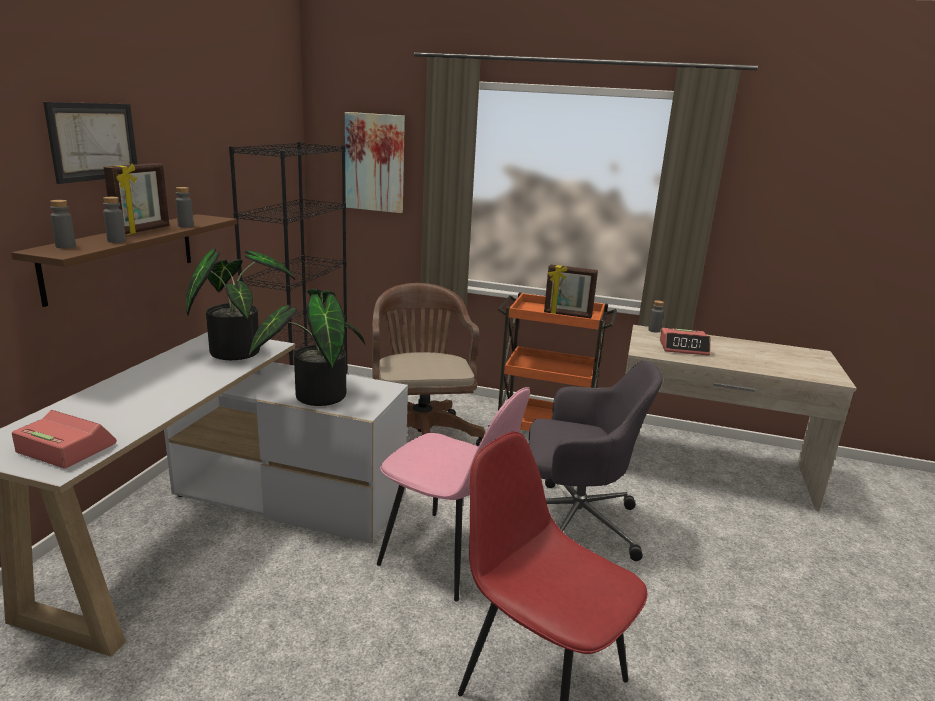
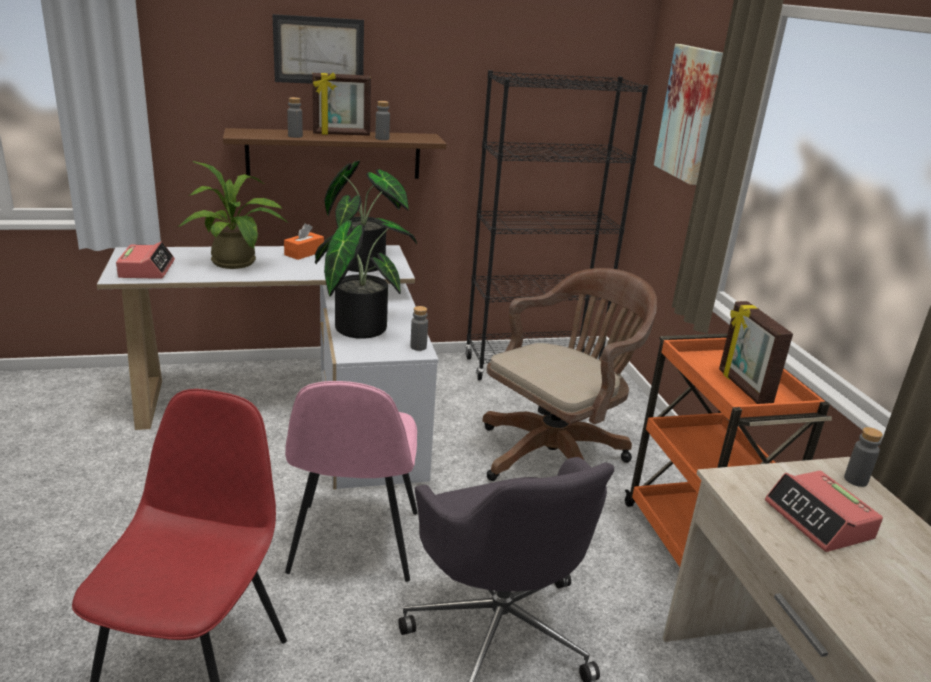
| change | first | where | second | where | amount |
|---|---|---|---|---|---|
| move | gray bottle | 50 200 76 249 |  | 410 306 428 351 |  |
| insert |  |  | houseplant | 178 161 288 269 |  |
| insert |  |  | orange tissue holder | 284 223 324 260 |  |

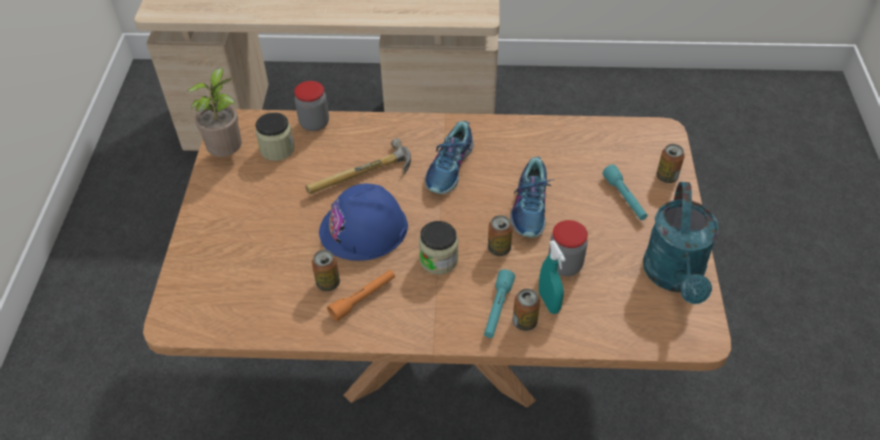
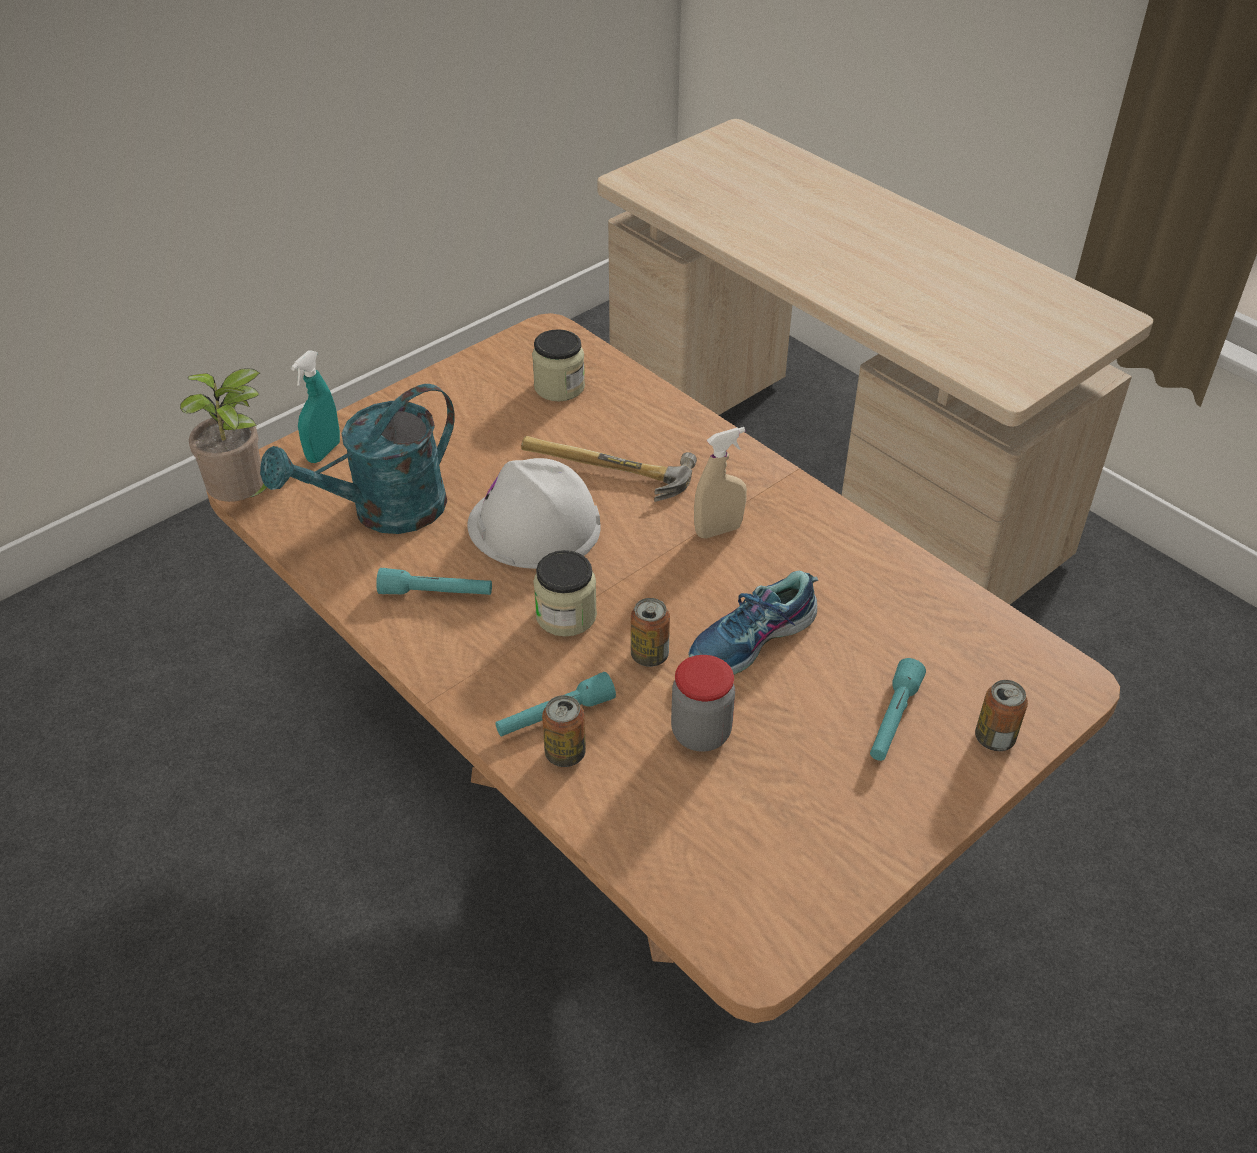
| change | first | where | second | where | amount |
|---|---|---|---|---|---|
| move | houseplant | 187 68 242 157 |  | 180 368 267 502 |  |
| delete | storage jar | 294 81 329 131 |  |  |  |
| replace | item of footwear | 425 121 474 194 | beige spray bottle | 694 427 747 538 |  |
| move | turquoise watering can | 643 182 719 304 |  | 260 384 455 534 |  |
| recolor | blue work helmet | 319 184 408 261 | white work helmet | 467 458 601 569 |  |
| move | turquoise spray bottle | 539 240 565 314 |  | 290 350 340 463 |  |
| delete | metal can | 312 250 340 291 |  |  |  |
| recolor | orange torch | 327 270 395 322 | turquoise torch | 376 568 492 595 |  |

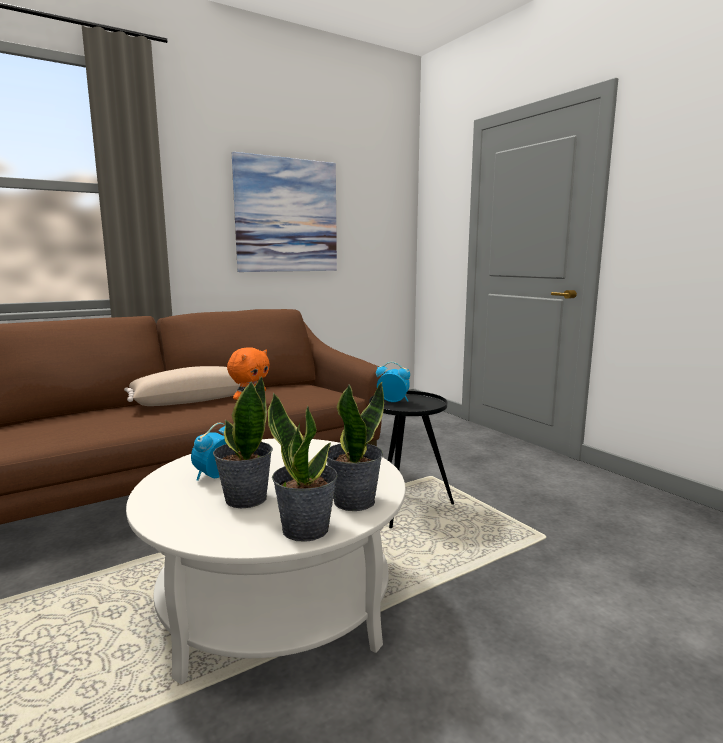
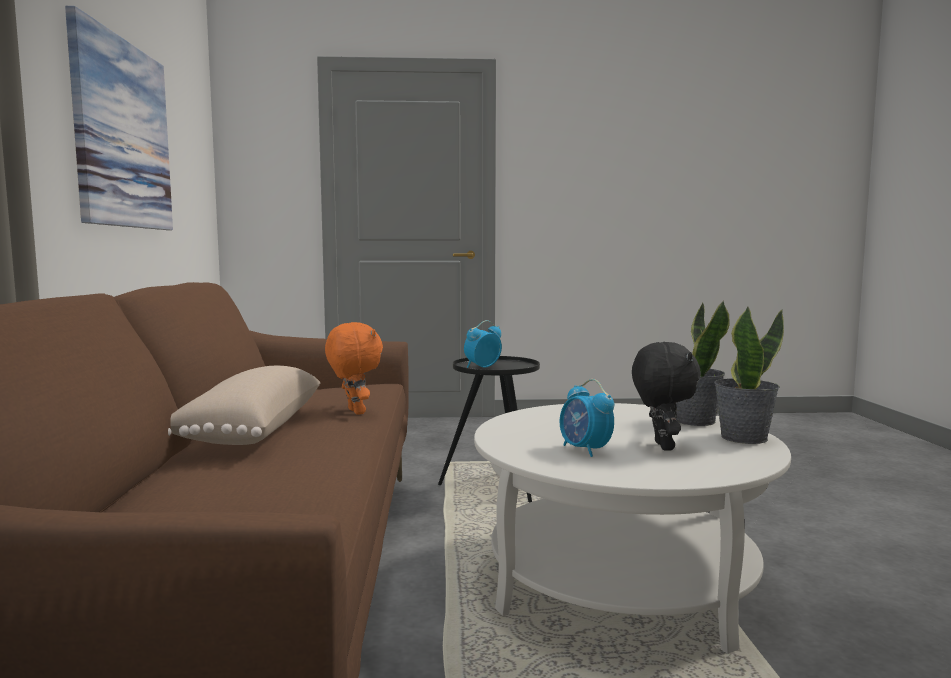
| change | first | where | second | where | amount |
|---|---|---|---|---|---|
| replace | houseplant | 213 376 273 508 | black plush toy | 632 342 701 451 |  |

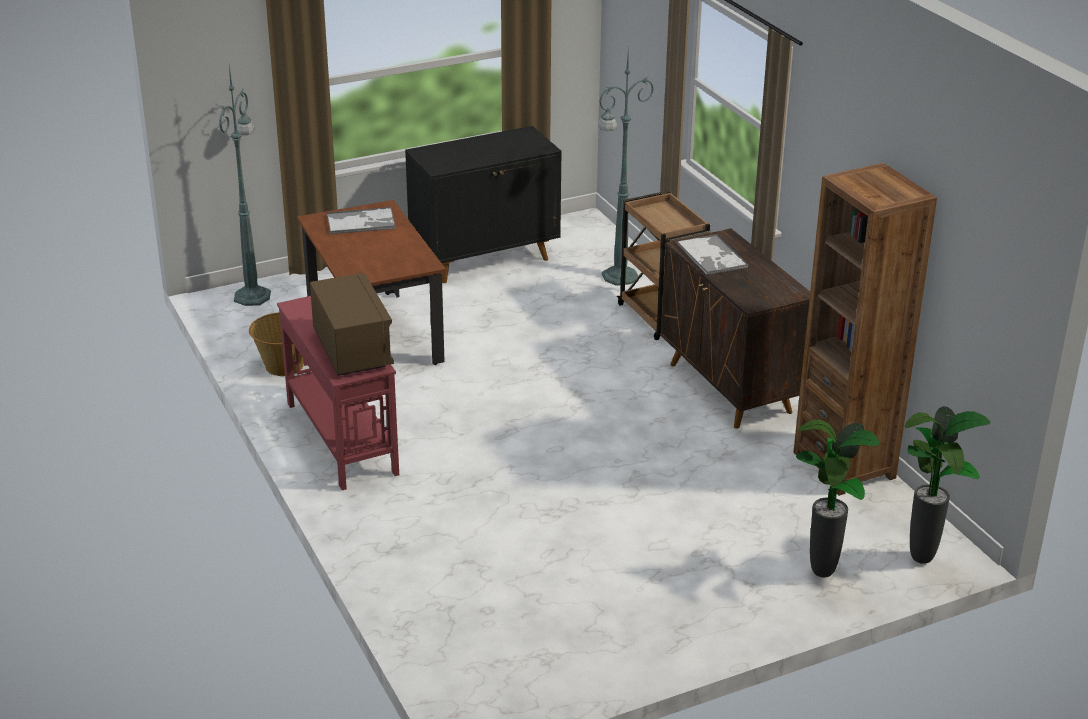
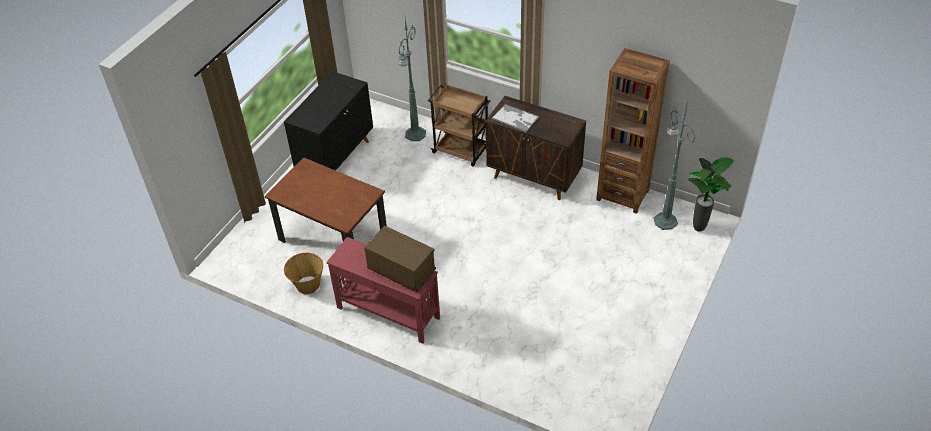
| change | first | where | second | where | amount |
|---|---|---|---|---|---|
| move | green-coloured standard lamp | 219 66 271 306 |  | 653 101 695 230 |  |
| delete | serving tray | 327 207 396 234 |  |  |  |
| delete | houseplant | 796 420 879 577 |  |  |  |

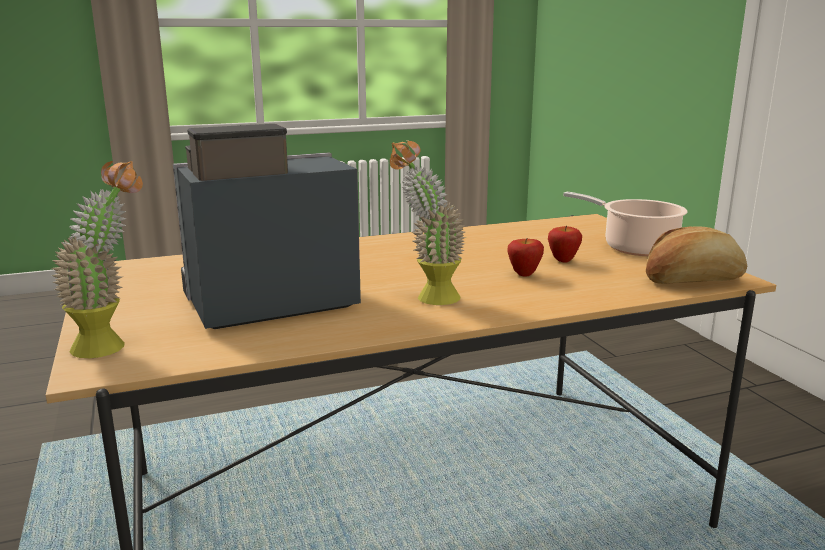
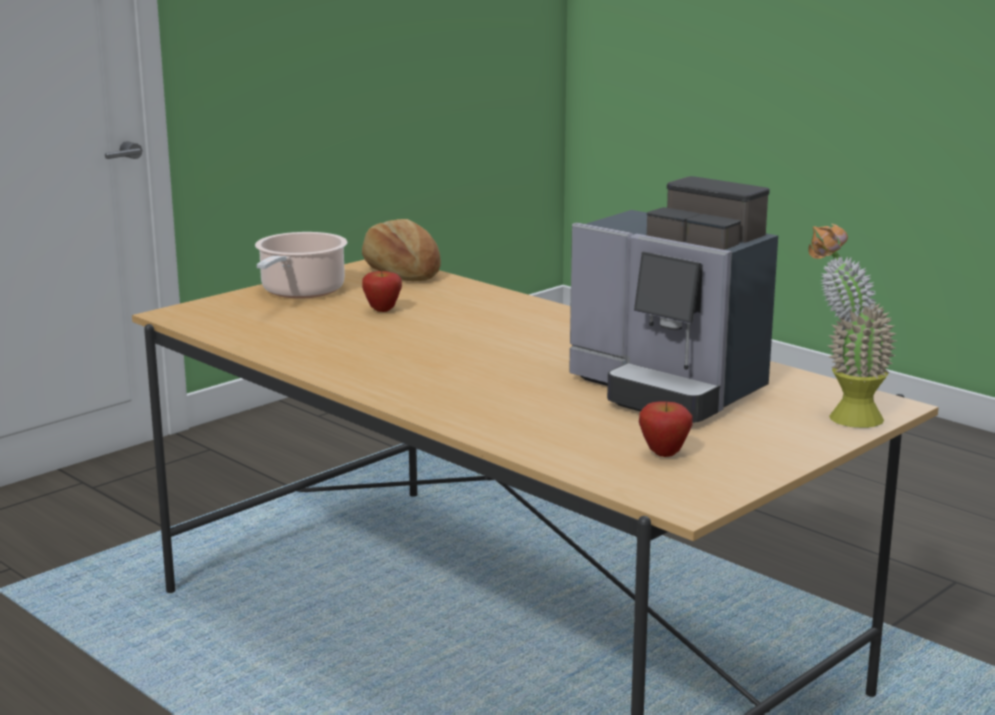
| change | first | where | second | where | amount |
|---|---|---|---|---|---|
| delete | houseplant | 390 140 466 305 |  |  |  |
| move | apple | 507 238 544 277 |  | 639 401 693 457 |  |

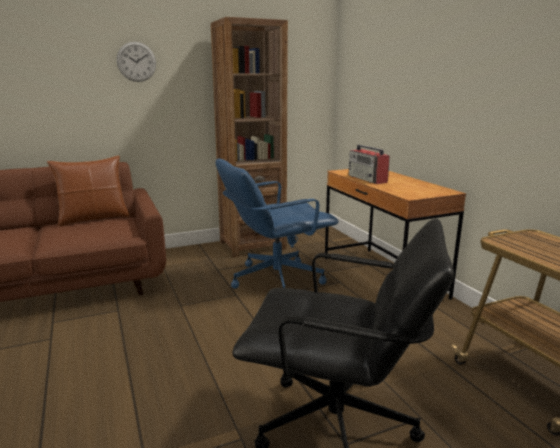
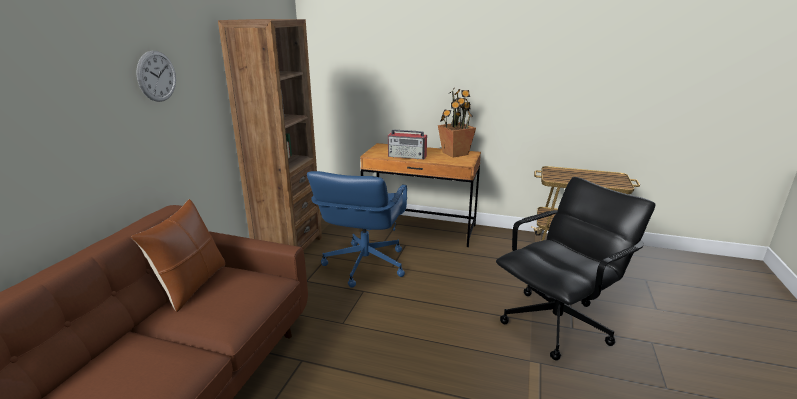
| change | first | where | second | where | amount |
|---|---|---|---|---|---|
| insert |  |  | houseplant | 438 89 476 158 |  |

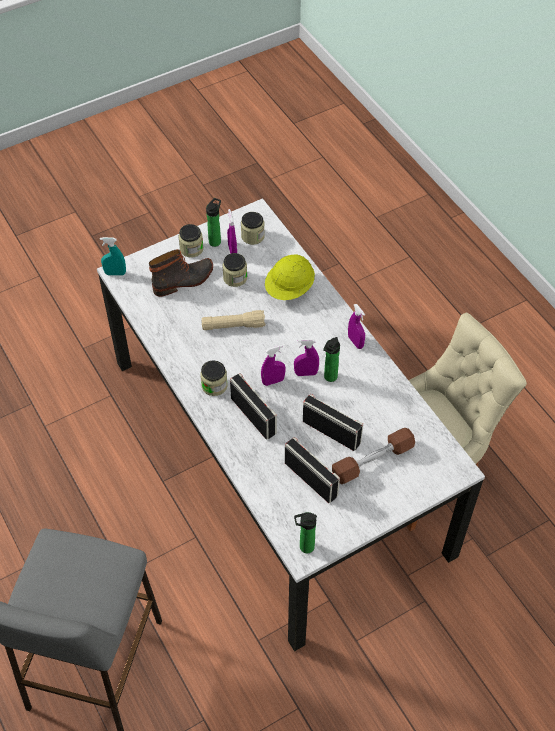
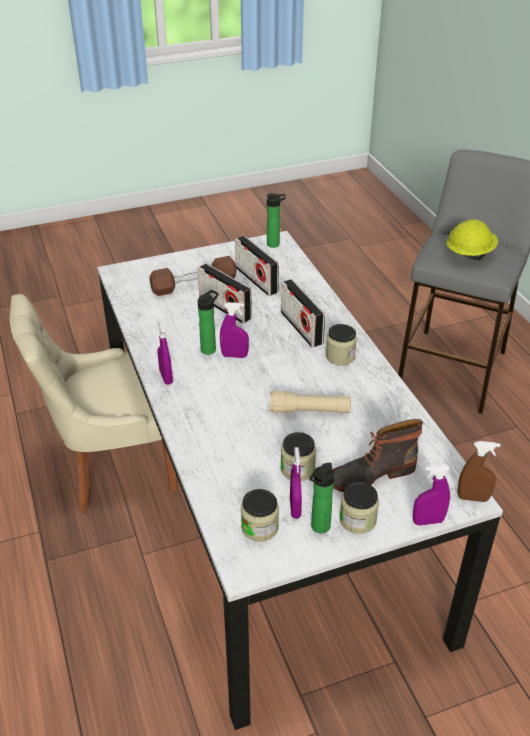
| change | first | where | second | where | amount |
|---|---|---|---|---|---|
| recolor | turquoise spray bottle | 100 237 126 275 | brown spray bottle | 458 441 500 502 |  |
| move | yellow-coloured work helmet | 265 254 315 300 |  | 446 219 498 260 |  |
| move | purplish spray bottle | 261 345 285 386 |  | 413 464 450 526 |  |

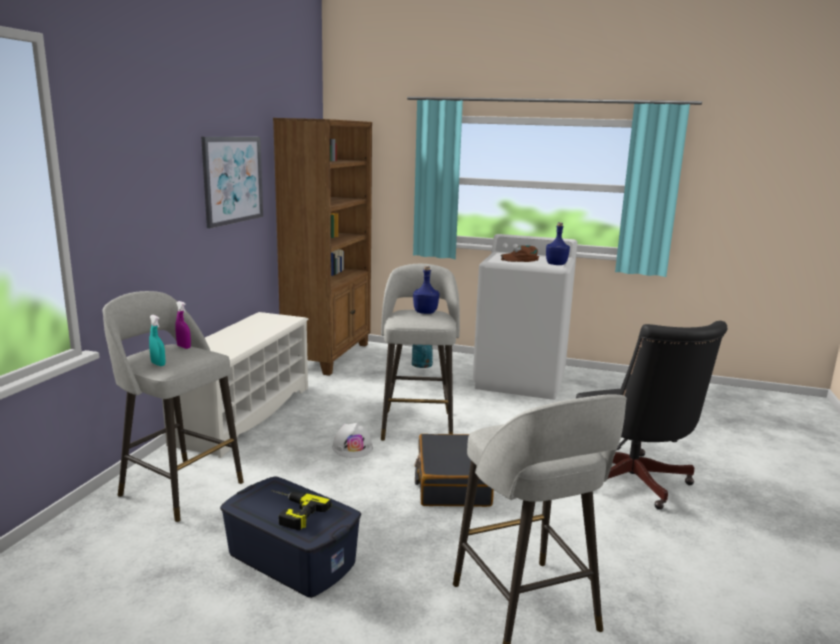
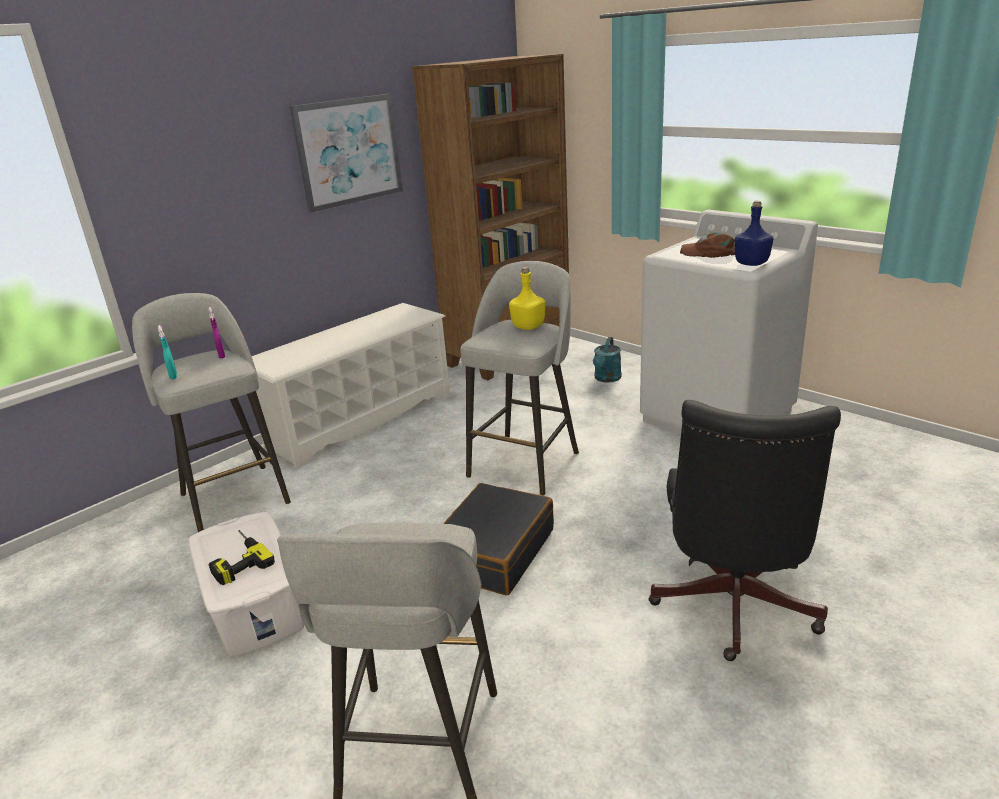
| change | first | where | second | where | amount |
|---|---|---|---|---|---|
| recolor | blue bottle | 413 266 439 314 | yellow-coloured bottle | 509 267 546 330 |  |
| delete | white work helmet | 332 422 373 458 |  |  |  |
| recolor | blue storage bin | 220 477 361 598 | white storage bin | 188 512 304 657 |  |

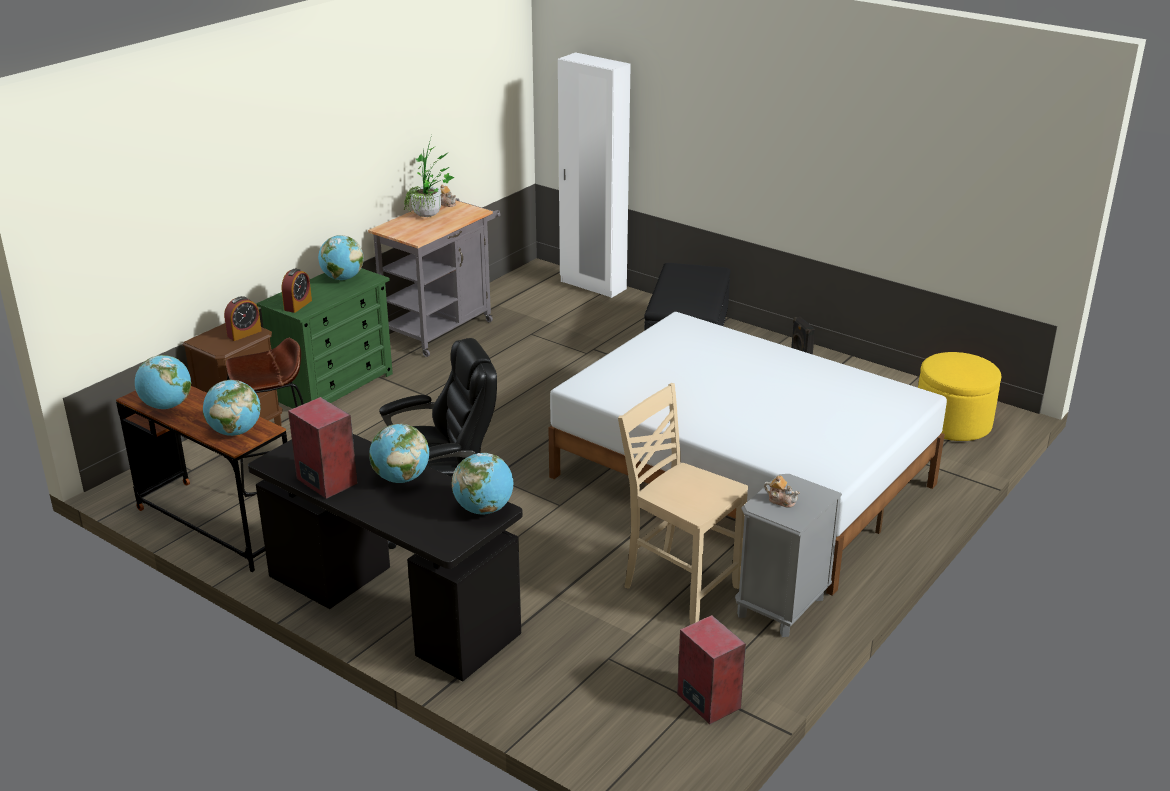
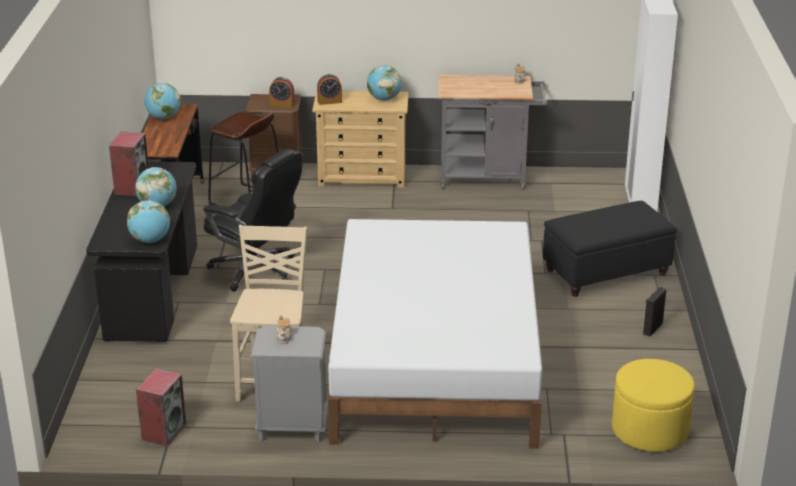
| change | first | where | second | where | amount |
|---|---|---|---|---|---|
| delete | houseplant | 404 135 455 217 |  |  |  |
| recolor | green-coloured drawer chest | 257 268 393 408 | beige drawer chest | 312 91 409 188 |  |
| delete | globe | 203 380 261 436 |  |  |  |

